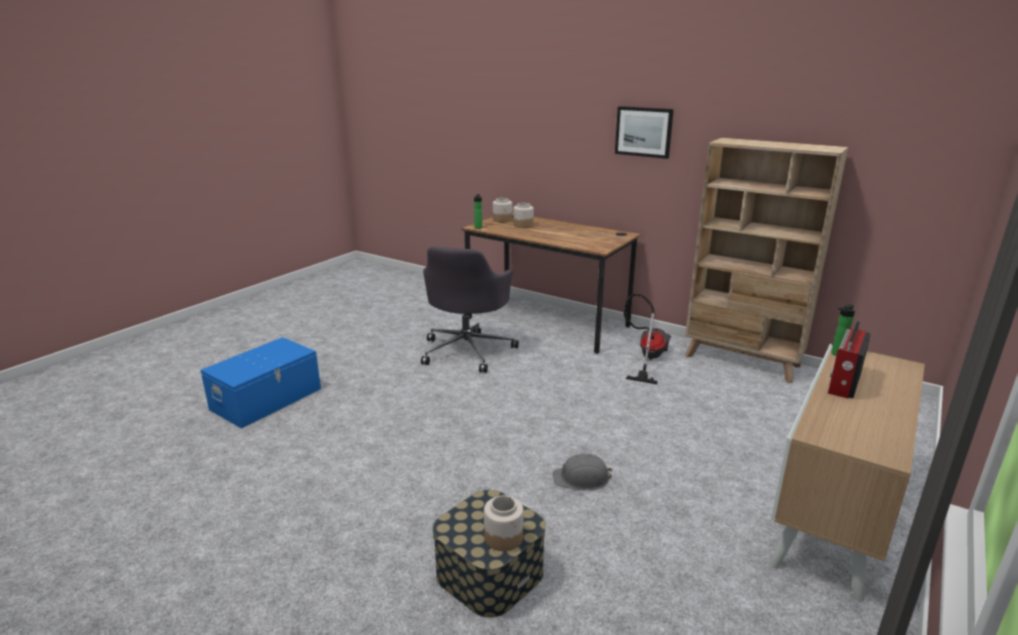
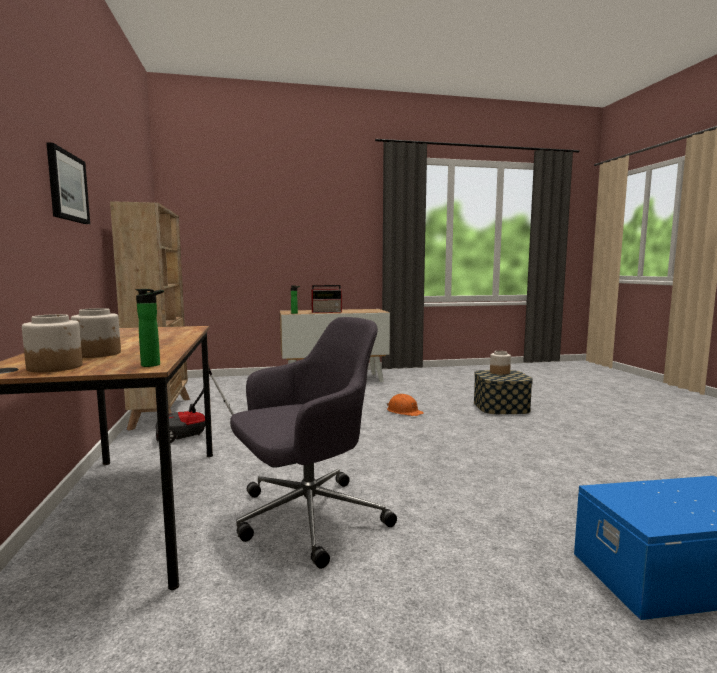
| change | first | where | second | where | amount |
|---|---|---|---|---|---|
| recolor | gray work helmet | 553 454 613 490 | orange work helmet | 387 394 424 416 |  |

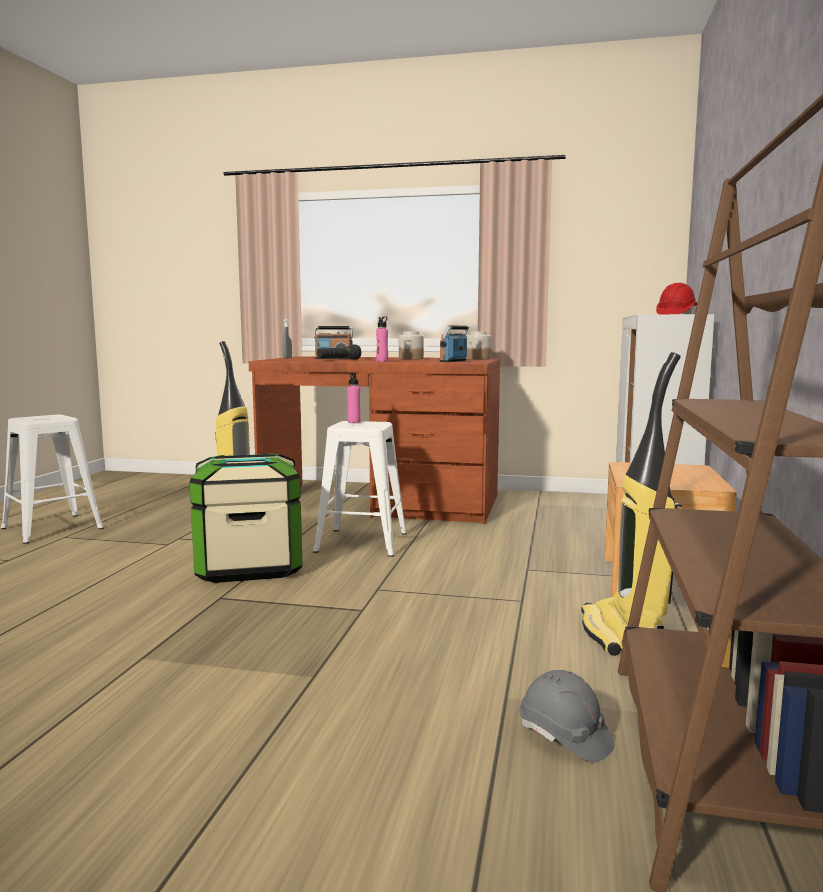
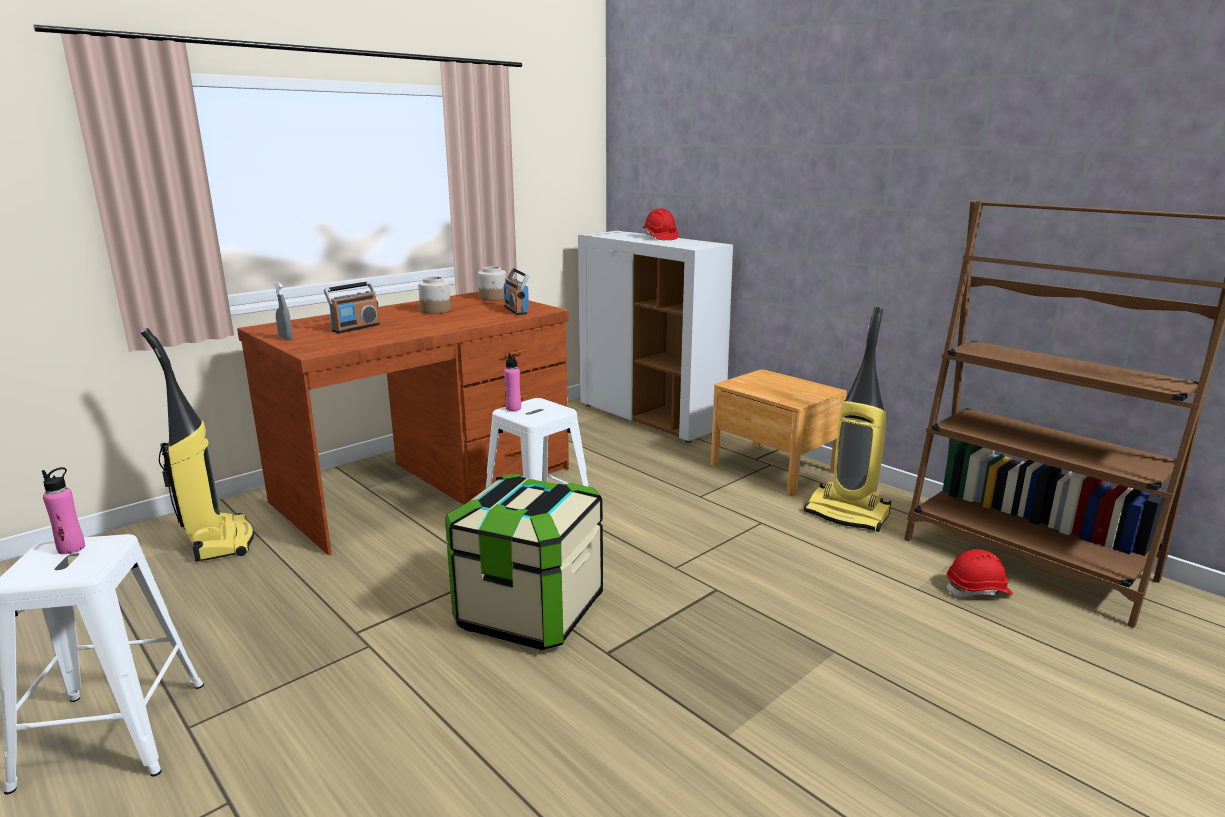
| change | first | where | second | where | amount |
|---|---|---|---|---|---|
| move | pink-coloured bottle | 376 317 388 362 |  | 42 467 85 554 |  |
| delete | black torch | 317 345 361 360 |  |  |  |
| recolor | gray work helmet | 519 670 615 762 | red-coloured work helmet | 947 549 1013 597 |  |

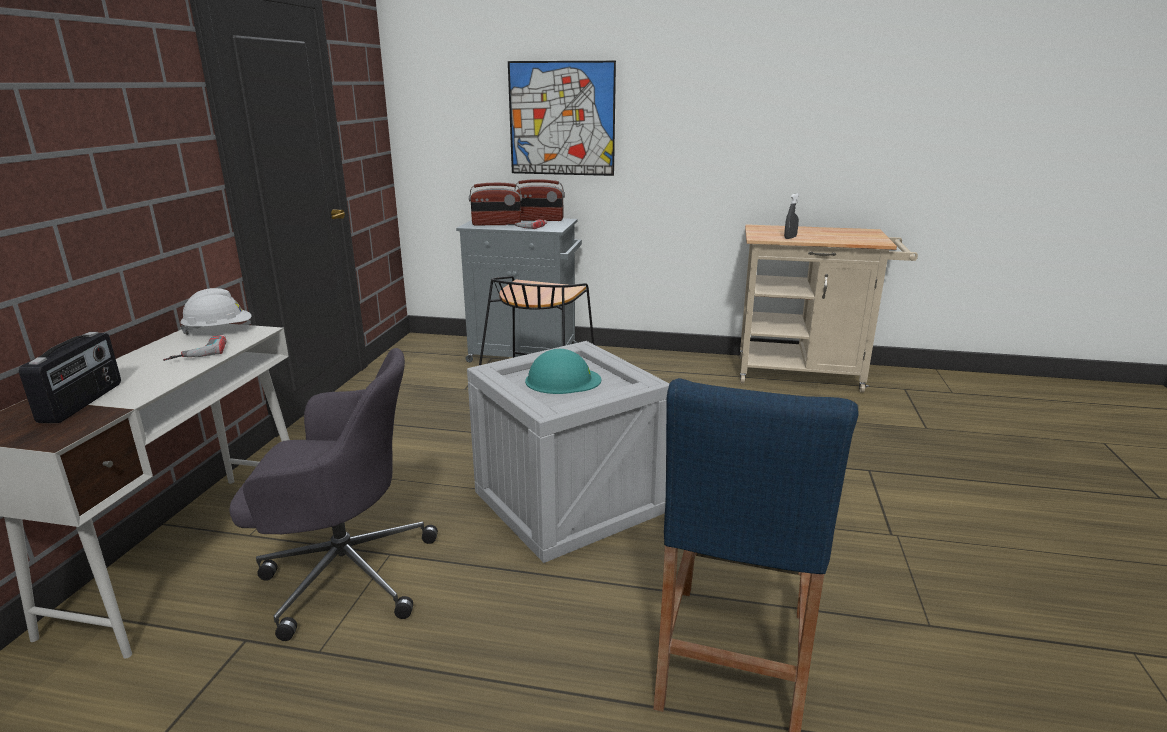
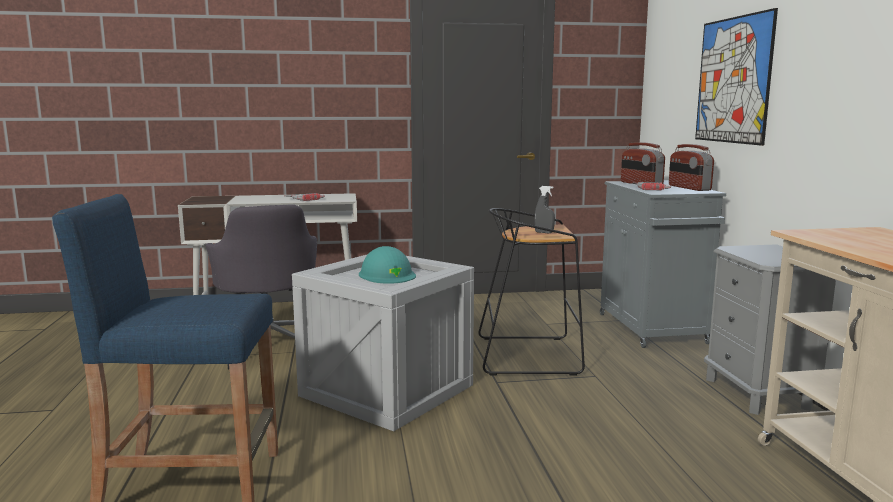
| change | first | where | second | where | amount |
|---|---|---|---|---|---|
| move | gray spray bottle | 784 193 800 239 |  | 535 186 555 233 |  |
| delete | white work helmet | 180 288 252 335 |  |  |  |
| delete | radio receiver | 19 332 121 423 |  |  |  |
| insert |  |  | gray nightstand | 704 244 836 415 |  |

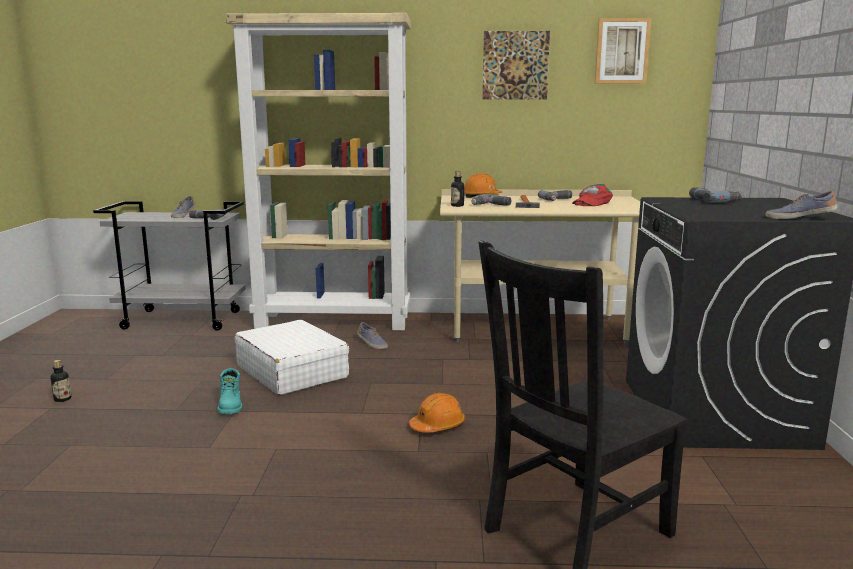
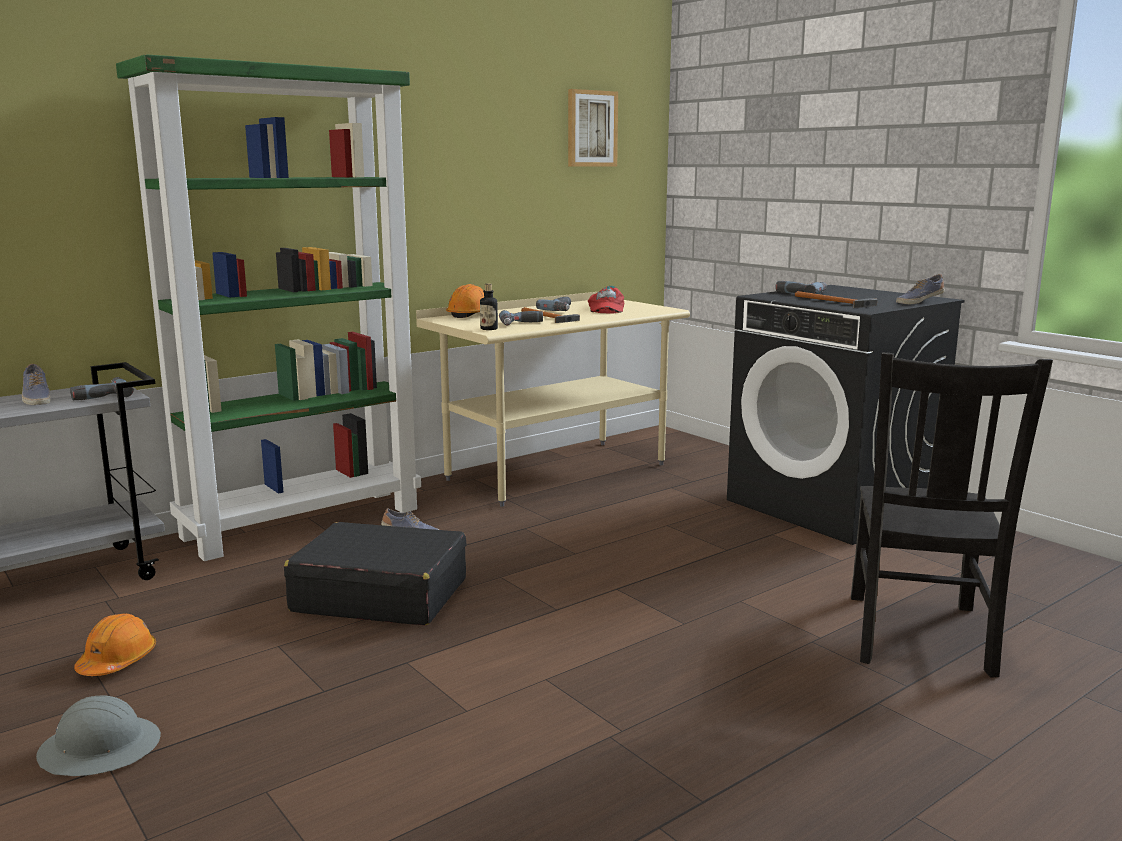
| change | first | where | second | where | amount |
|---|---|---|---|---|---|
| recolor | beige bookshelf | 226 13 411 330 | green-coloured bookshelf | 116 54 421 561 |  |
| delete | wall picture | 483 31 550 100 |  |  |  |
| recolor | white suitcase | 235 320 350 395 | black suitcase | 284 522 466 625 |  |
| replace | bottle | 50 360 71 402 | gray work helmet | 36 696 161 776 |  |
| delete | turquoise high-top boot | 217 368 242 414 |  |  |  |
| move | orange work helmet | 409 393 465 432 |  | 74 613 156 676 |  |
| insert |  |  | tool hammer | 795 291 877 308 |  |

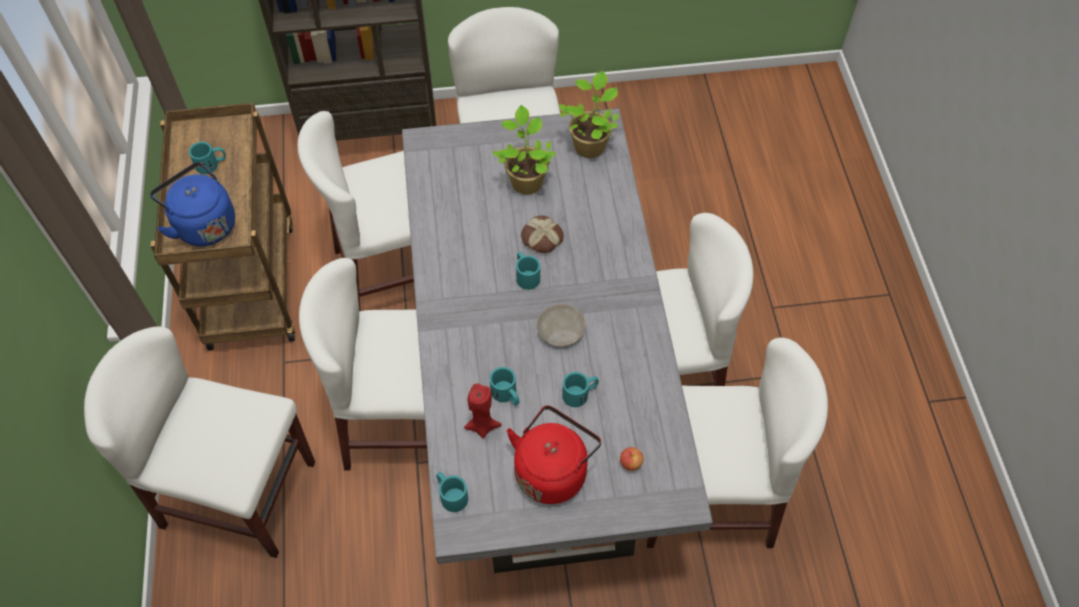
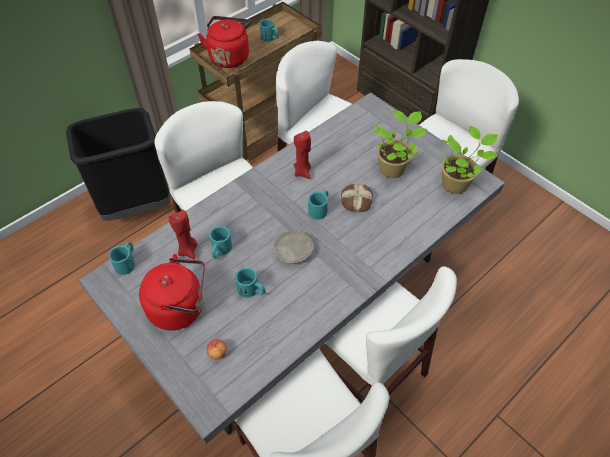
| change | first | where | second | where | amount |
|---|---|---|---|---|---|
| recolor | blue tea kettle | 150 162 235 246 | red-coloured tea kettle | 197 16 251 68 |  |
| replace | white upright chair | 84 326 315 558 | black waste bin | 66 108 171 221 |  |
| insert |  |  | red-coloured wax candle | 293 131 311 179 |  |

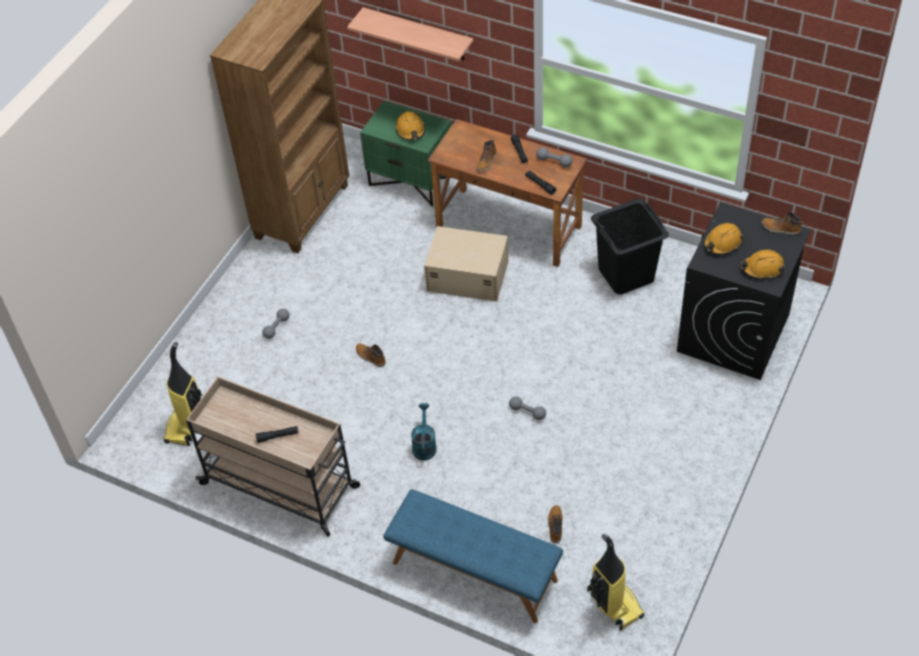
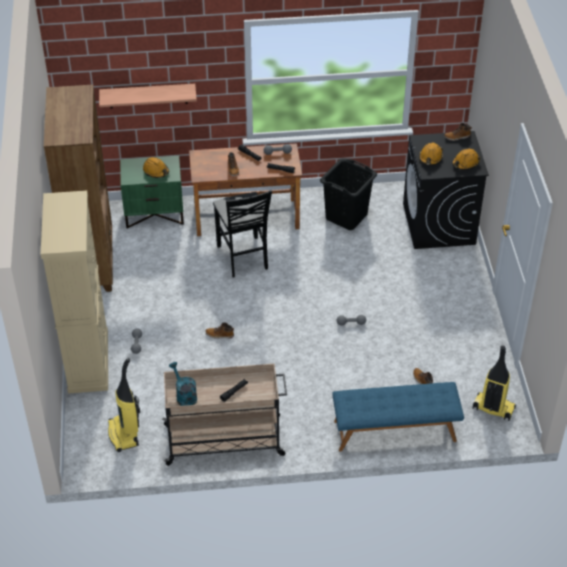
| change | first | where | second | where | amount |
|---|---|---|---|---|---|
| replace | beige storage bin | 424 226 508 302 | black upright chair | 213 190 272 277 |  |
| move | turquoise watering can | 411 403 437 461 |  | 169 362 197 406 |  |
| insert |  |  | beige cabinet | 41 191 108 394 |  |

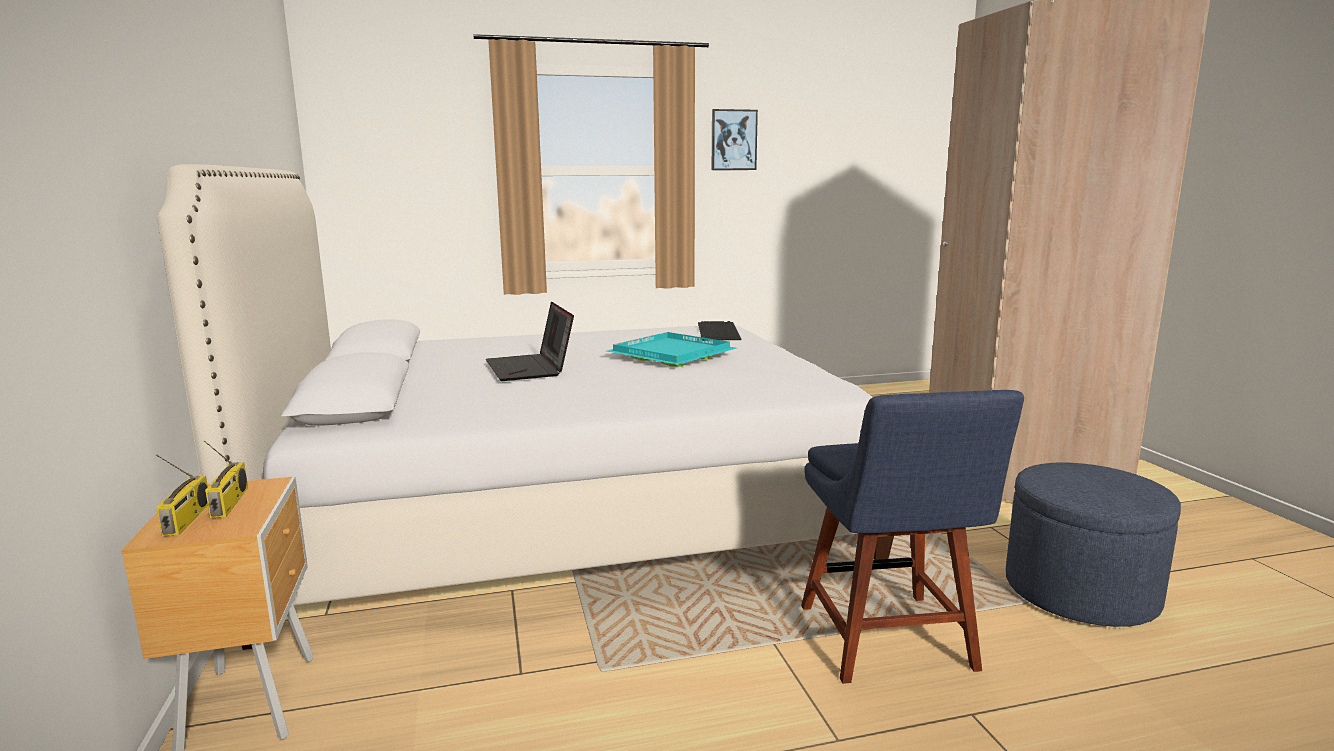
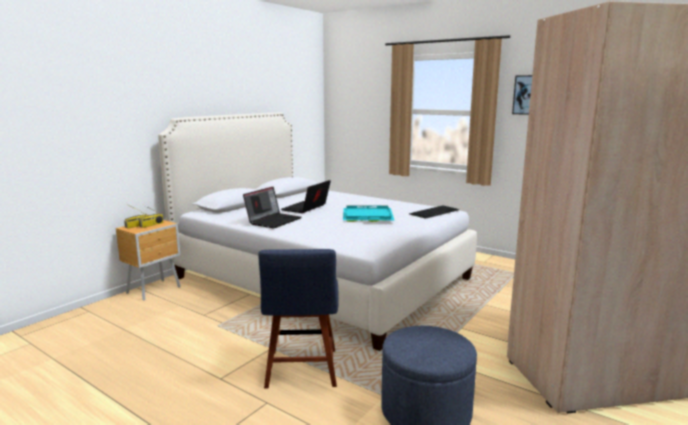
| change | first | where | second | where | amount |
|---|---|---|---|---|---|
| rotate | blue upright chair | 801 390 1024 684 |  | 258 249 339 389 | 45 degrees counterclockwise |
| insert |  |  | portable computer | 243 187 301 229 |  |

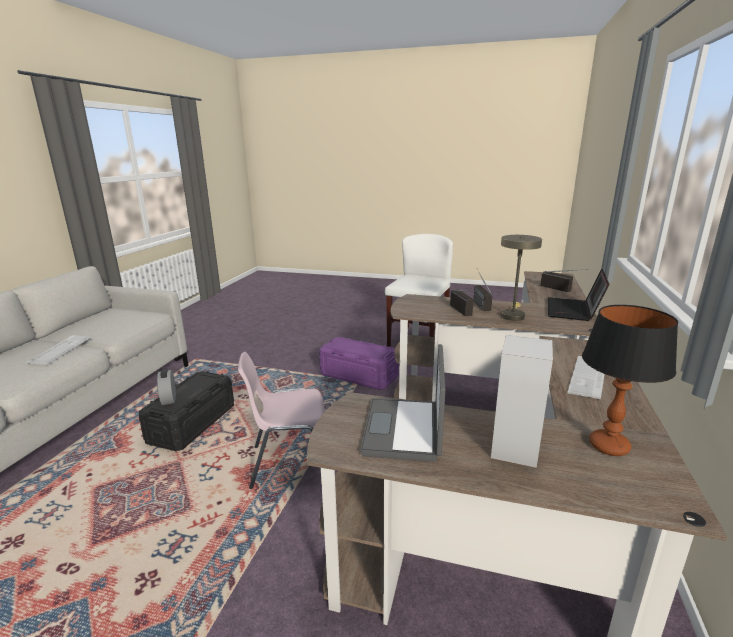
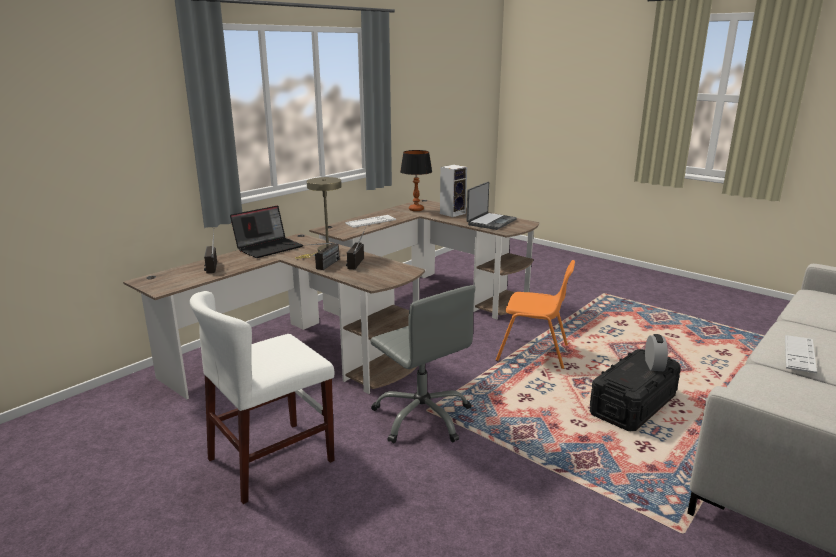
| change | first | where | second | where | amount |
|---|---|---|---|---|---|
| replace | purplish storage bin | 319 337 399 390 | gray office chair | 370 285 475 443 |  |
| recolor | pink-coloured upright chair | 238 352 324 489 | orange upright chair | 496 260 575 369 |  |

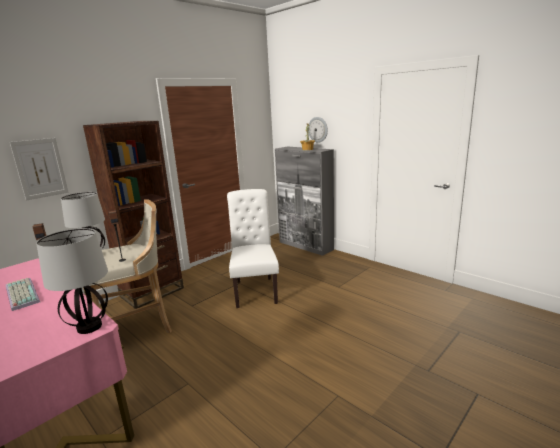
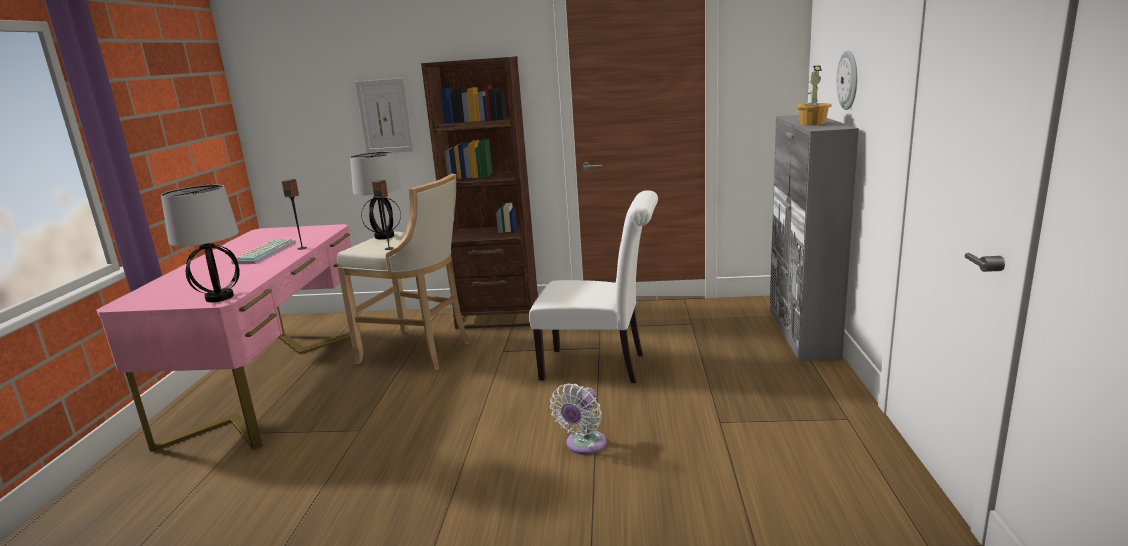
| change | first | where | second | where | amount |
|---|---|---|---|---|---|
| rotate | white upright chair | 227 189 279 308 |  | 529 190 658 383 | 60 degrees clockwise |
| insert |  |  | white cooling fan | 550 383 607 455 |  |

